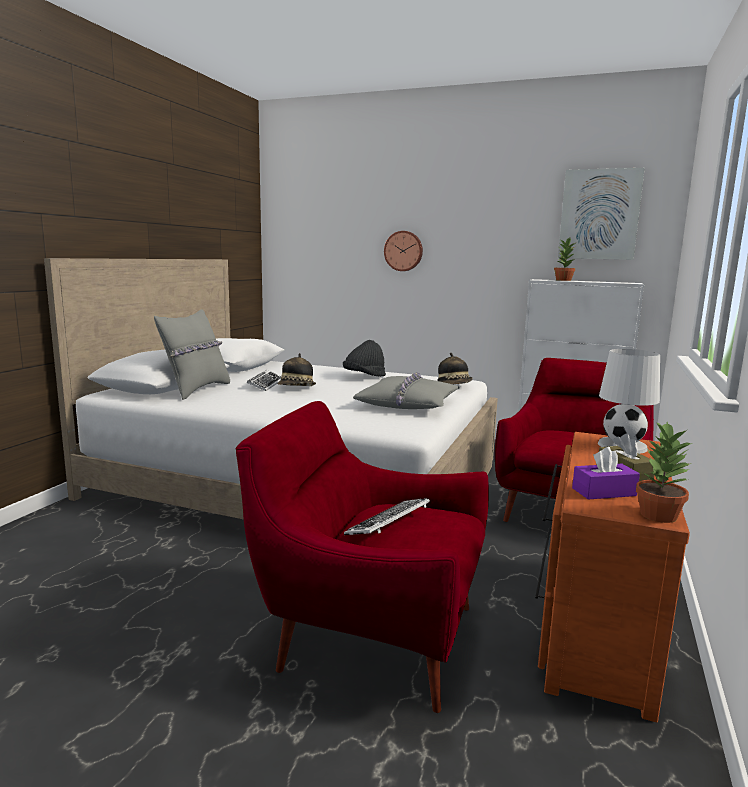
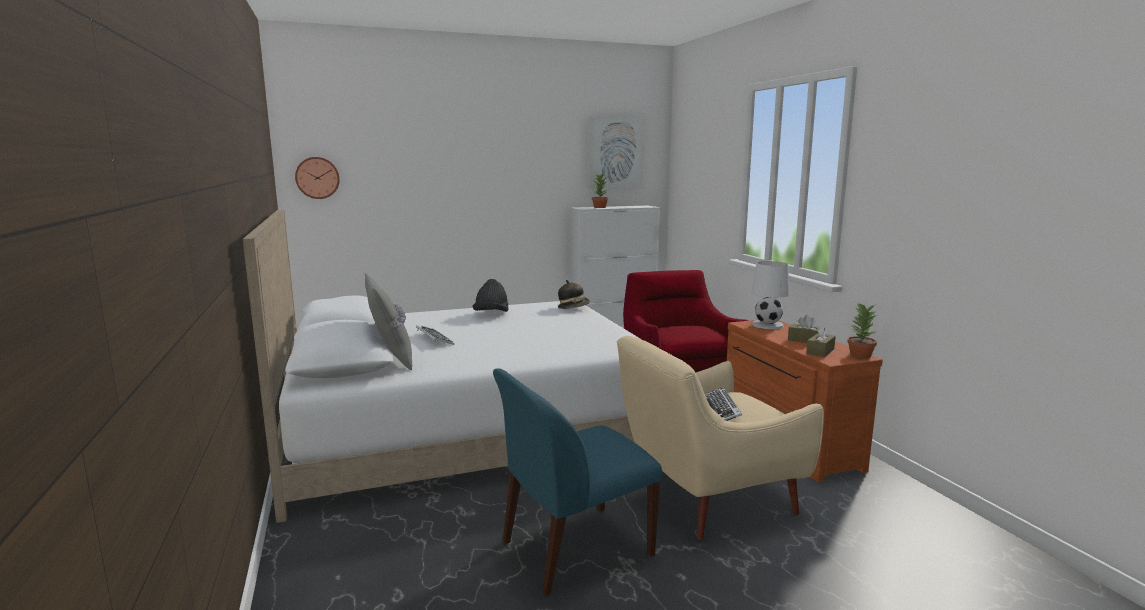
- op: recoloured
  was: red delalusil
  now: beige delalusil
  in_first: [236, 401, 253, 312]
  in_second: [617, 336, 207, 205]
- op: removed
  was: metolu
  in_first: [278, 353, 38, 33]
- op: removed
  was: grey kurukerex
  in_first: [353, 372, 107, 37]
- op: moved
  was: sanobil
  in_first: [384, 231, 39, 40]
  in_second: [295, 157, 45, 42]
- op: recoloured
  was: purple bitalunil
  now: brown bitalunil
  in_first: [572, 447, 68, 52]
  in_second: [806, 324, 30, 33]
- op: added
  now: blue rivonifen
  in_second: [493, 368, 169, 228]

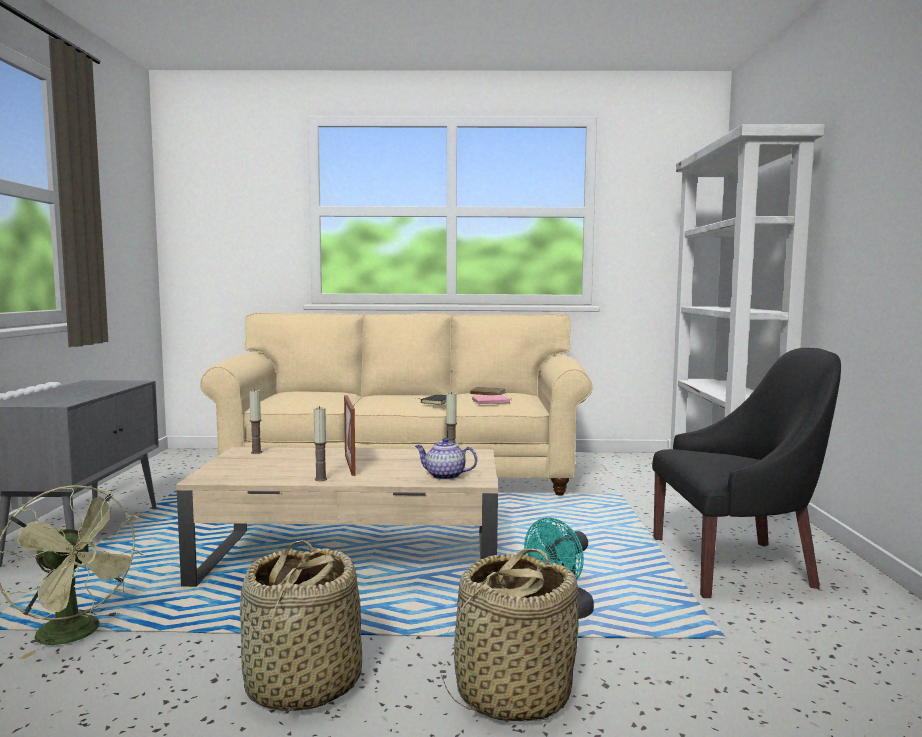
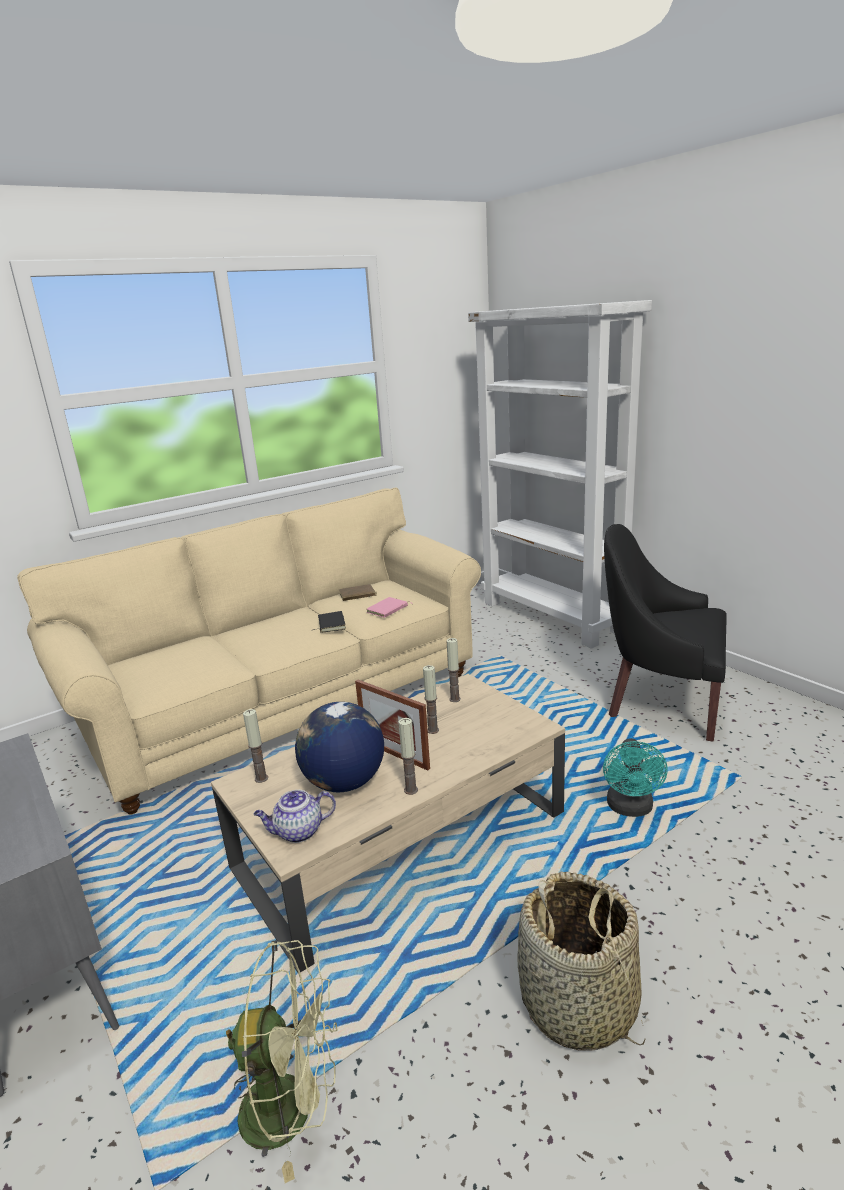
- op: moved
  was: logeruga
  in_first: [415, 438, 62, 42]
  in_second: [254, 790, 82, 53]
- op: removed
  was: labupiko
  in_first: [441, 549, 138, 172]
- op: turned
  was: black delalusil
  in_first: [652, 348, 189, 250]
  in_second: [604, 524, 123, 218]
  clockwise: -120
- op: added
  now: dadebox
  in_second: [295, 702, 89, 90]
- op: added
  now: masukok
  in_second: [423, 665, 16, 69]

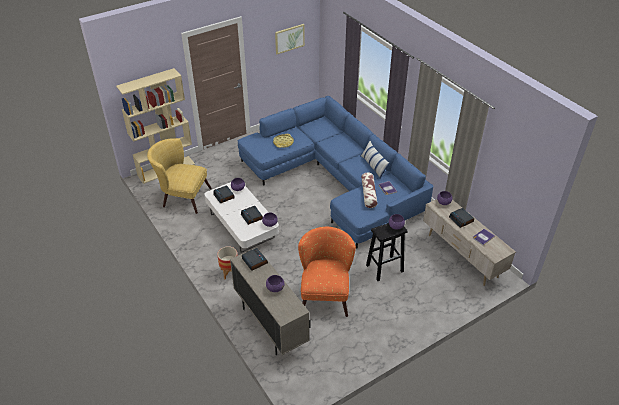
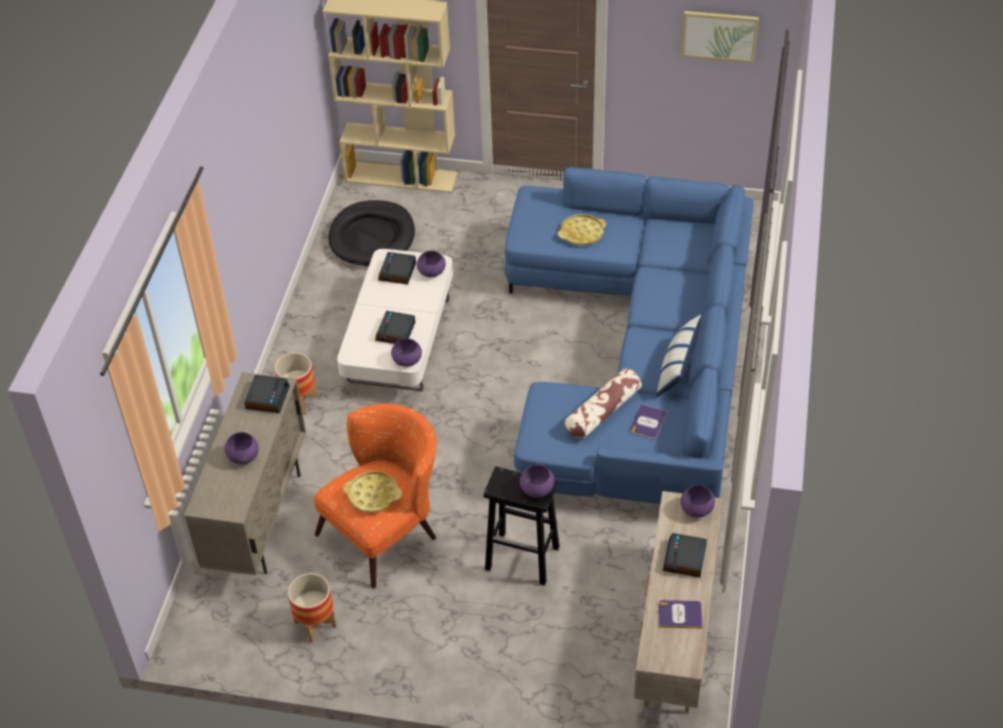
- op: replaced
  was: yellow delalusil
  now: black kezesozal
  in_first: [147, 138, 64, 76]
  in_second: [328, 200, 87, 66]
- op: added
  now: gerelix
  in_second: [288, 573, 49, 70]
- op: added
  now: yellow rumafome
  in_second: [343, 471, 59, 42]

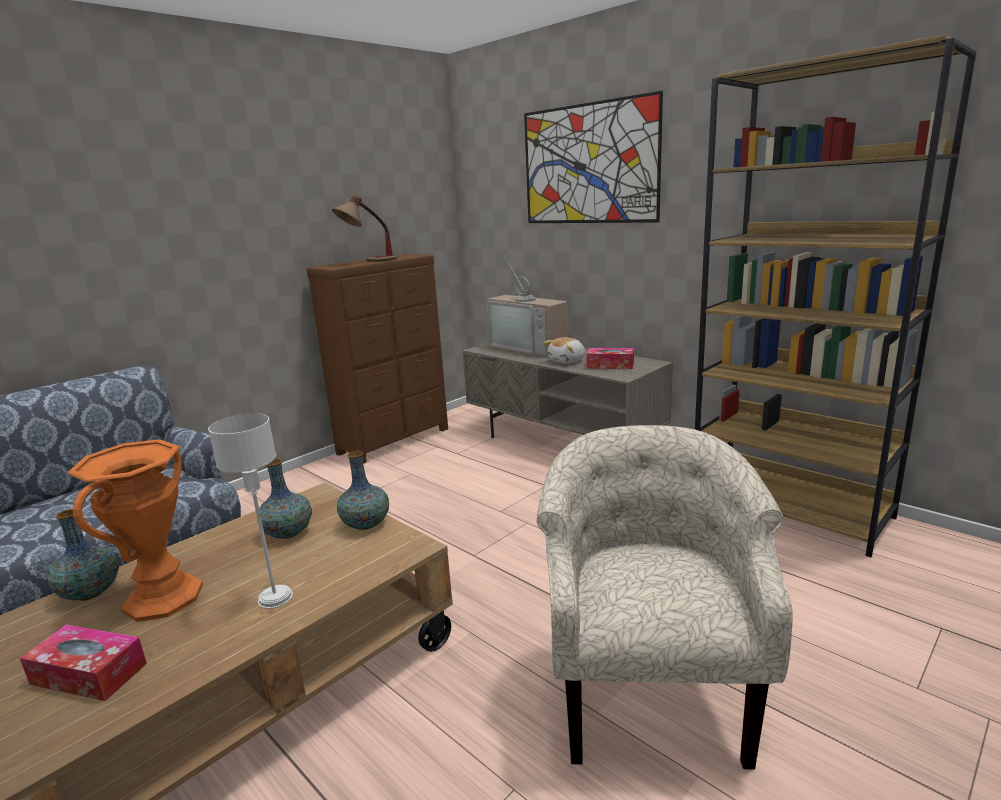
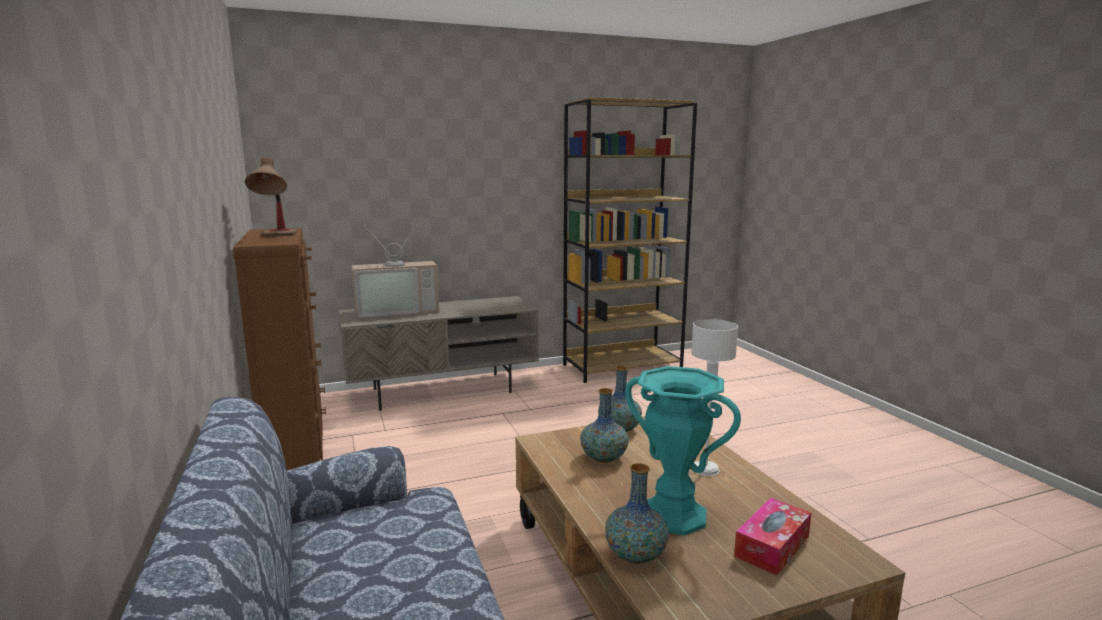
- op: recoloured
  was: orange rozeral
  now: turquoise rozeral
  in_first: [67, 439, 136, 183]
  in_second: [625, 366, 116, 169]
- op: removed
  was: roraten
  in_first: [524, 91, 139, 132]
- op: removed
  was: beige delalusil
  in_first: [536, 425, 257, 345]
- op: removed
  was: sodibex
  in_first: [543, 337, 42, 27]
- op: removed
  was: bitalunil
  in_first: [586, 348, 48, 21]

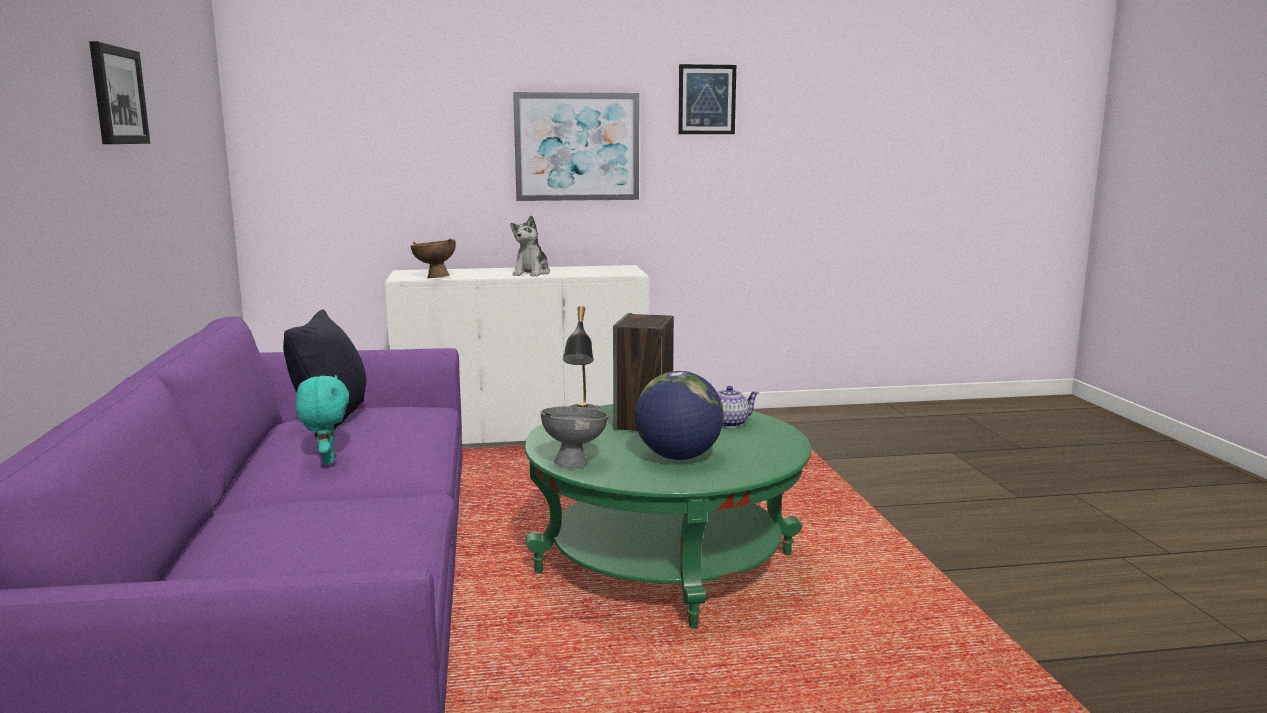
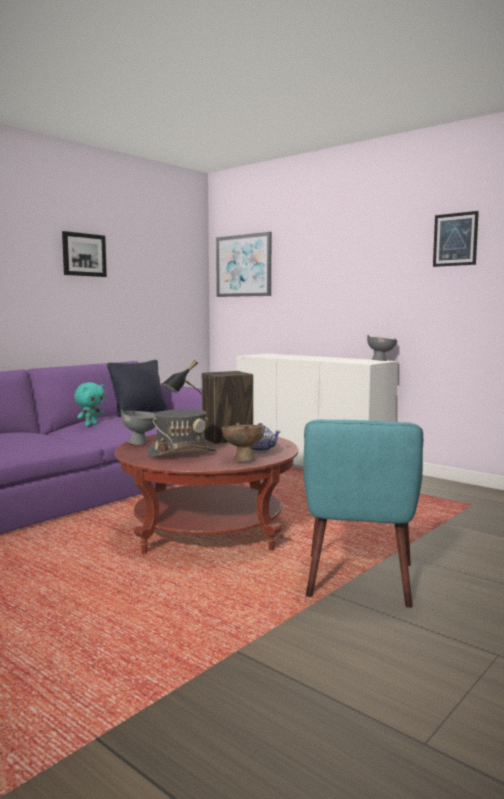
- op: moved
  was: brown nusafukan
  in_first: [411, 239, 45, 39]
  in_second: [222, 423, 43, 38]
- op: removed
  was: sodibex
  in_first: [510, 215, 40, 62]
- op: moved
  was: roraten
  in_first: [513, 92, 126, 109]
  in_second: [216, 232, 55, 65]
- op: recoloured
  was: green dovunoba
  now: red dovunoba
  in_first: [525, 404, 286, 225]
  in_second: [115, 434, 183, 120]
- op: replaced
  was: dadebox
  now: grey metolu
  in_first: [635, 371, 89, 89]
  in_second: [146, 409, 70, 48]
- op: added
  now: turquoise delalusil
  in_second: [303, 419, 120, 189]
- op: added
  now: grey nusafukan
  in_second: [367, 335, 30, 26]

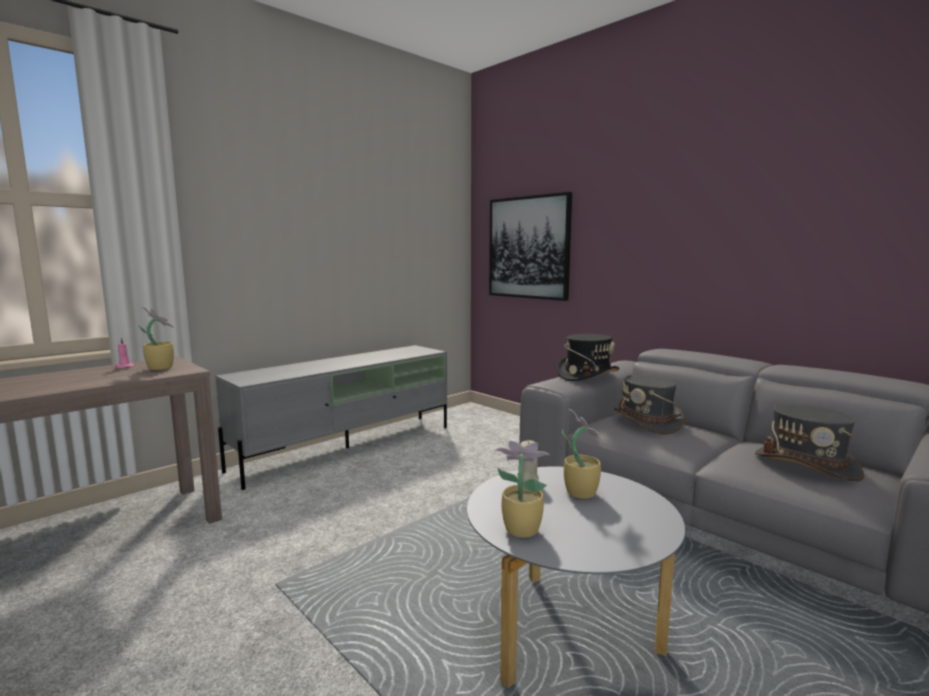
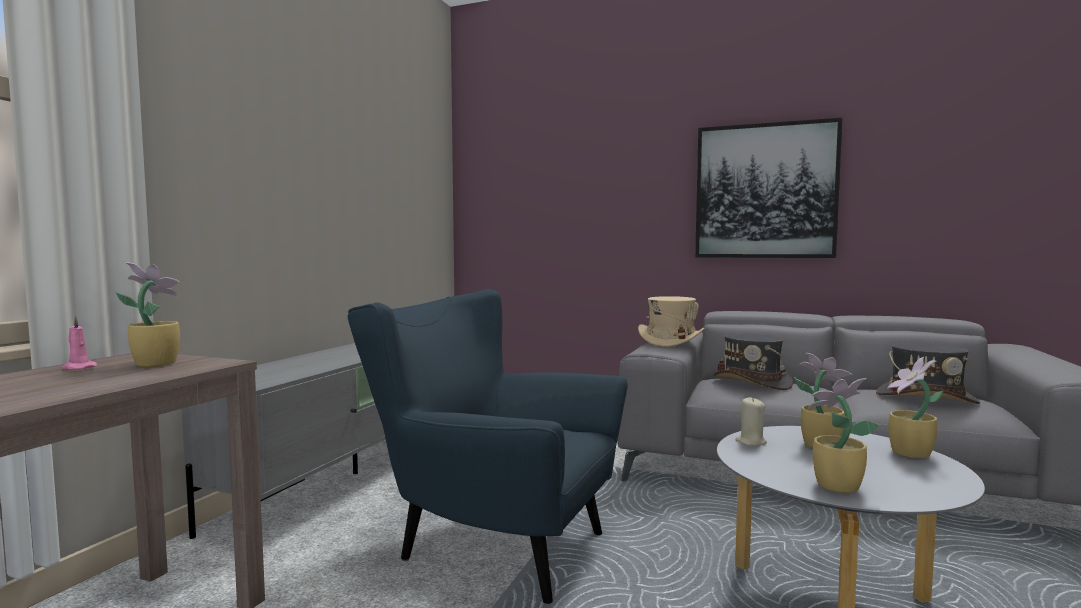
- op: moved
  was: roraten
  in_first: [489, 192, 83, 109]
  in_second: [695, 118, 147, 140]
- op: recoloured
  was: black metolu
  now: beige metolu
  in_first: [557, 334, 62, 47]
  in_second: [638, 296, 67, 51]
- op: added
  now: blue delalusil
  in_second: [348, 289, 280, 315]
- op: added
  now: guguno
  in_second: [887, 357, 57, 102]

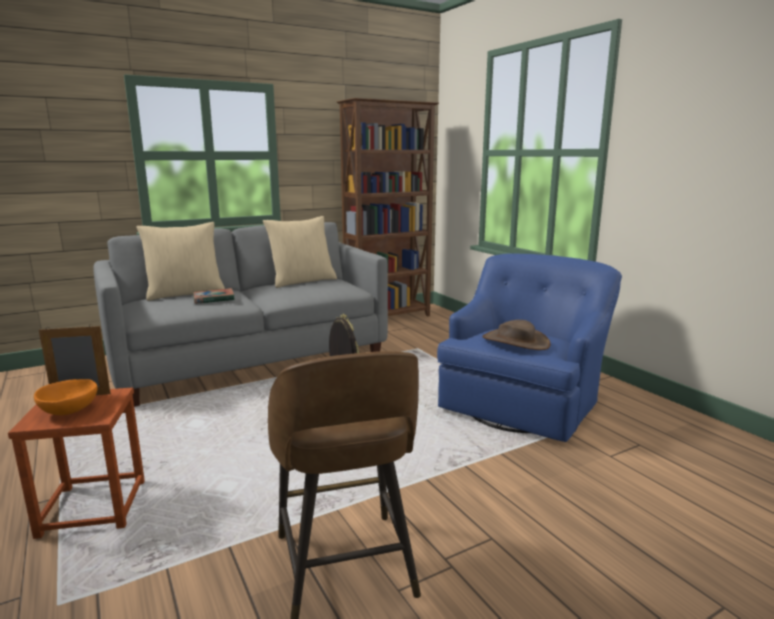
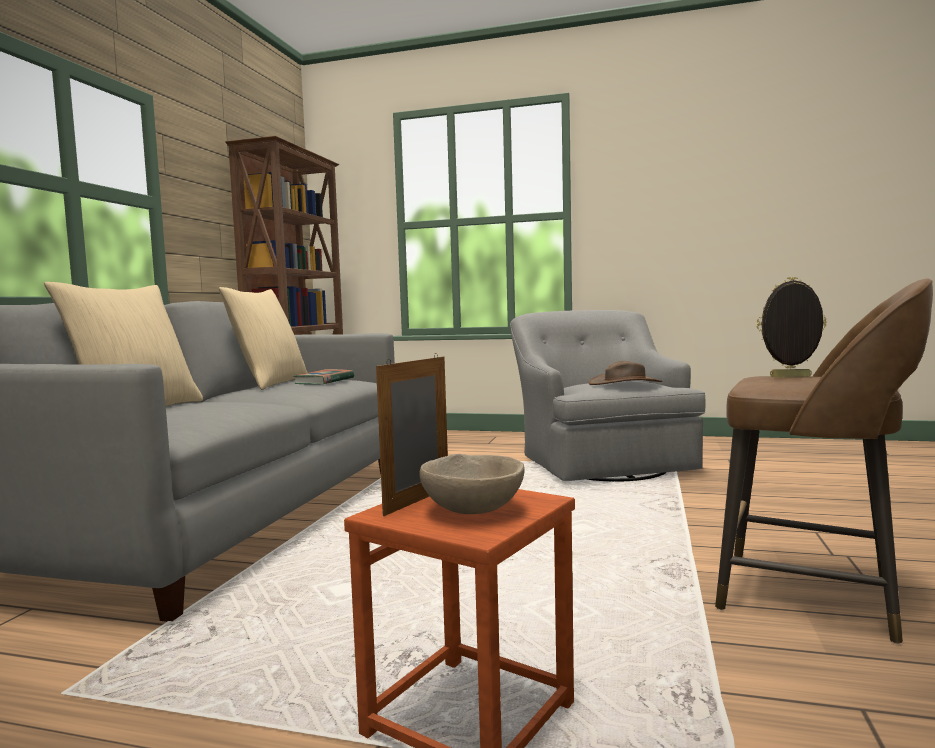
- op: recoloured
  was: orange nusafukan
  now: beige nusafukan
  in_first: [34, 379, 63, 36]
  in_second: [420, 454, 105, 60]
- op: moved
  was: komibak
  in_first: [193, 288, 42, 16]
  in_second: [293, 369, 61, 16]
- op: recoloured
  was: blue delalusil
  now: grey delalusil
  in_first: [437, 254, 185, 188]
  in_second: [510, 310, 196, 172]

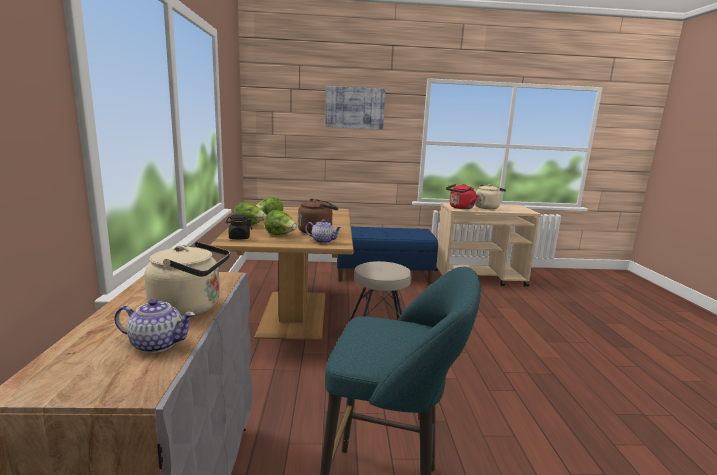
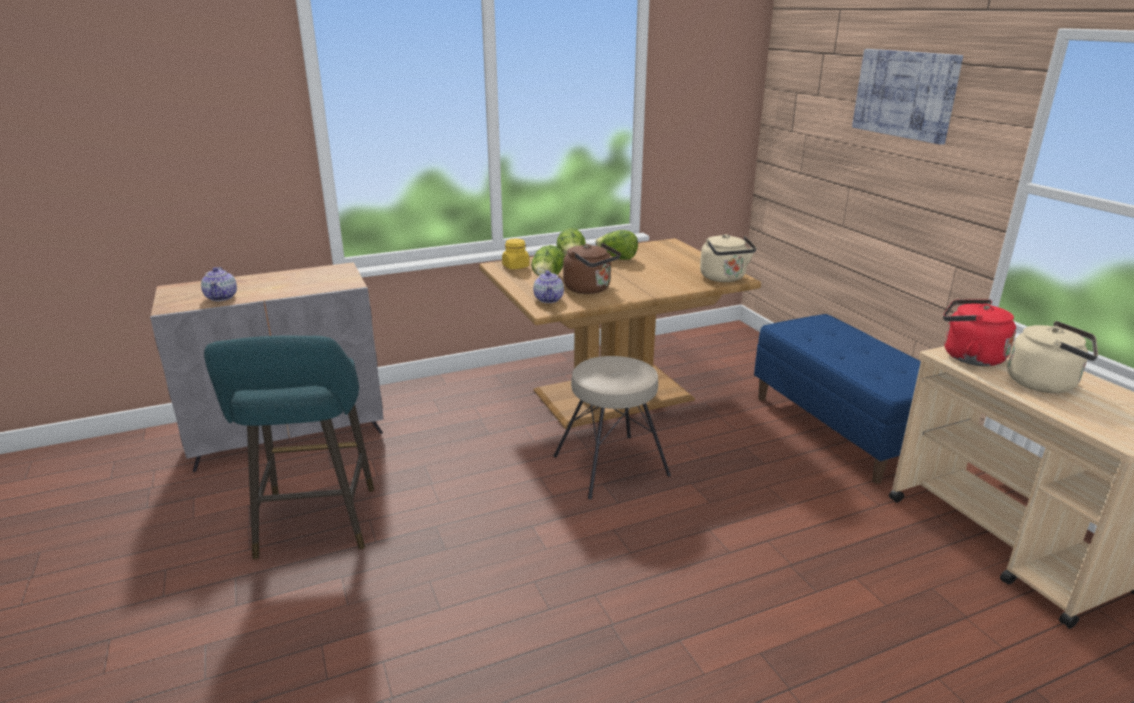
- op: moved
  was: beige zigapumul
  in_first: [145, 242, 85, 76]
  in_second: [700, 234, 56, 48]
- op: recoloured
  was: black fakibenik
  now: yellow fakibenik
  in_first: [225, 214, 27, 26]
  in_second: [502, 239, 28, 30]

